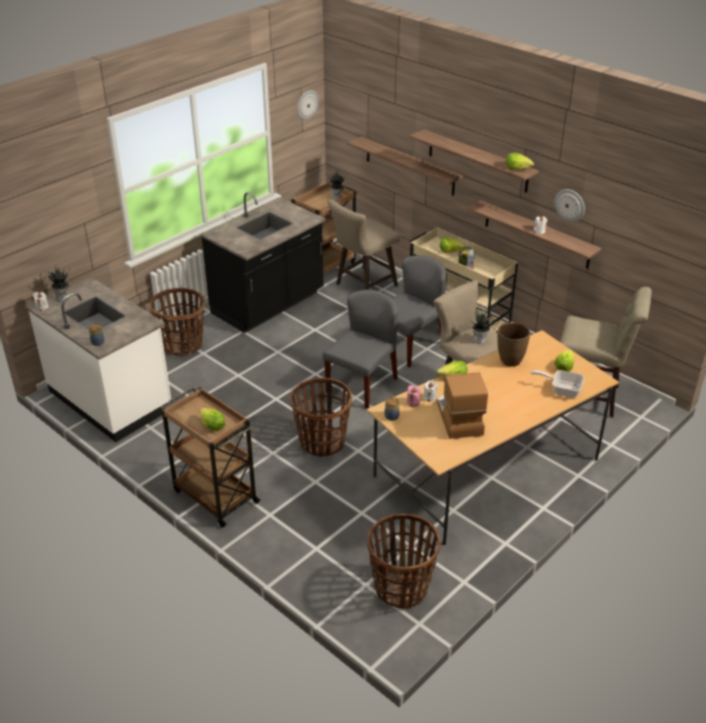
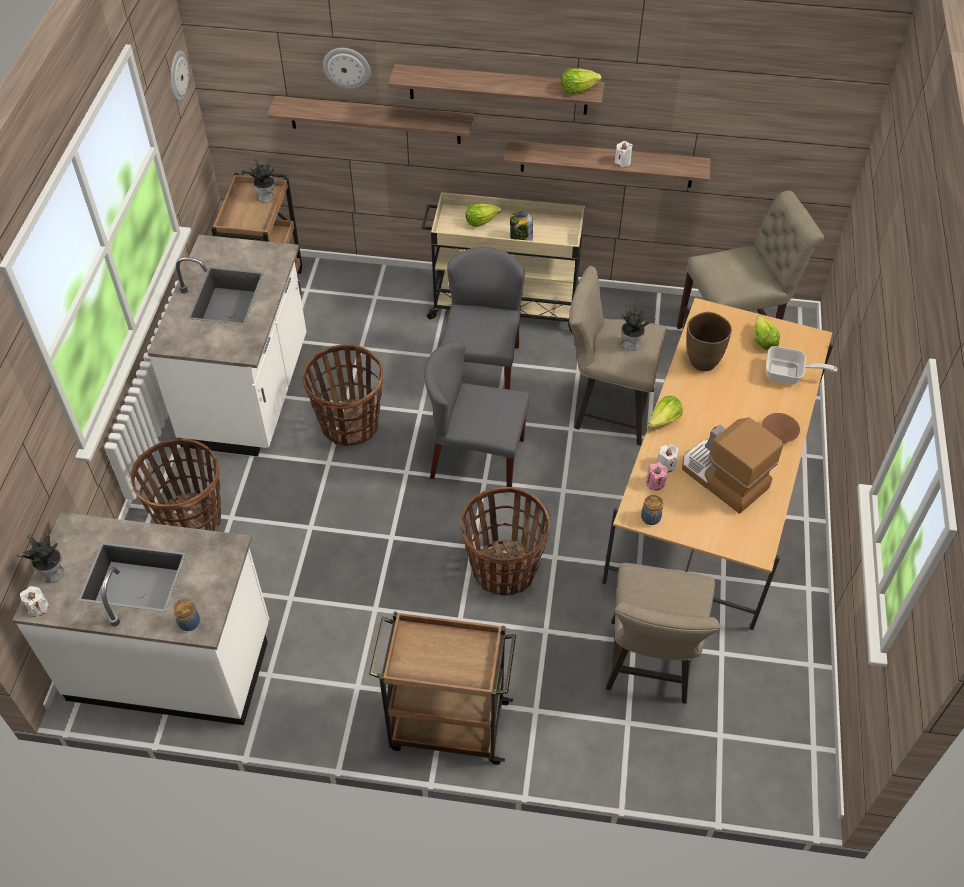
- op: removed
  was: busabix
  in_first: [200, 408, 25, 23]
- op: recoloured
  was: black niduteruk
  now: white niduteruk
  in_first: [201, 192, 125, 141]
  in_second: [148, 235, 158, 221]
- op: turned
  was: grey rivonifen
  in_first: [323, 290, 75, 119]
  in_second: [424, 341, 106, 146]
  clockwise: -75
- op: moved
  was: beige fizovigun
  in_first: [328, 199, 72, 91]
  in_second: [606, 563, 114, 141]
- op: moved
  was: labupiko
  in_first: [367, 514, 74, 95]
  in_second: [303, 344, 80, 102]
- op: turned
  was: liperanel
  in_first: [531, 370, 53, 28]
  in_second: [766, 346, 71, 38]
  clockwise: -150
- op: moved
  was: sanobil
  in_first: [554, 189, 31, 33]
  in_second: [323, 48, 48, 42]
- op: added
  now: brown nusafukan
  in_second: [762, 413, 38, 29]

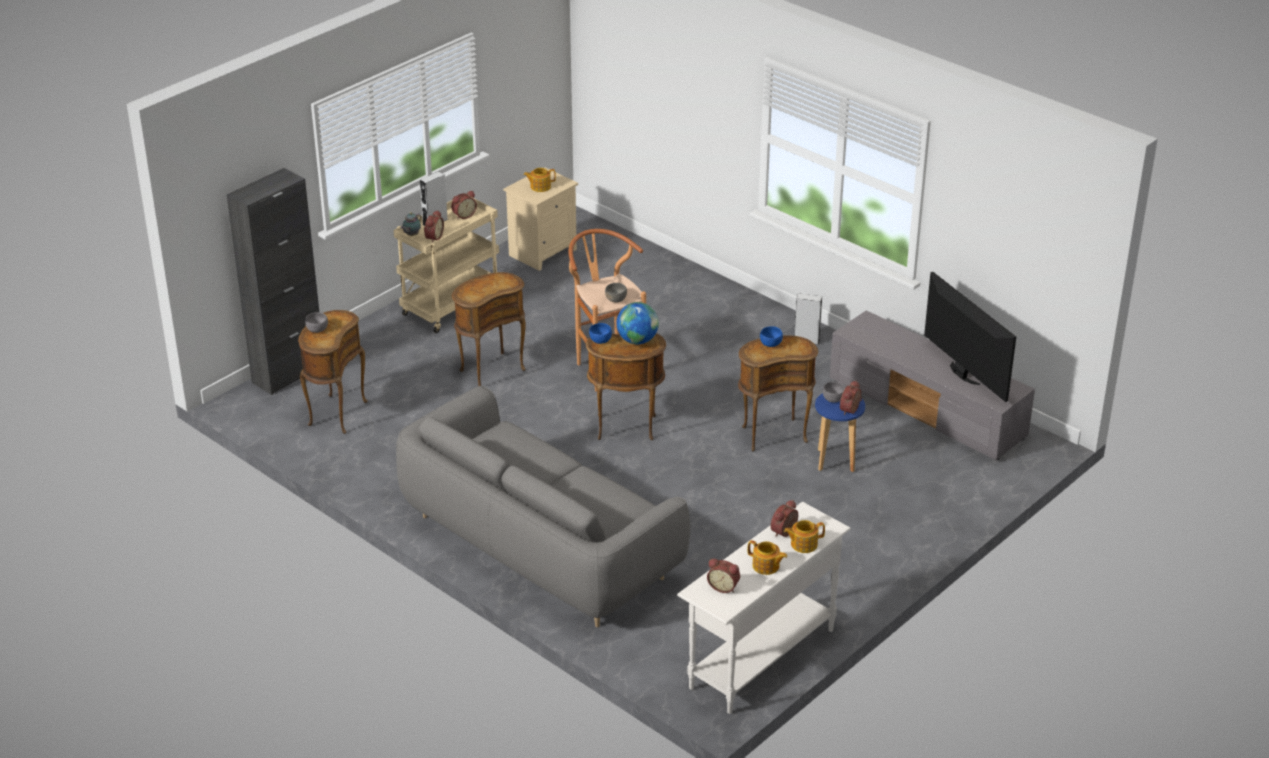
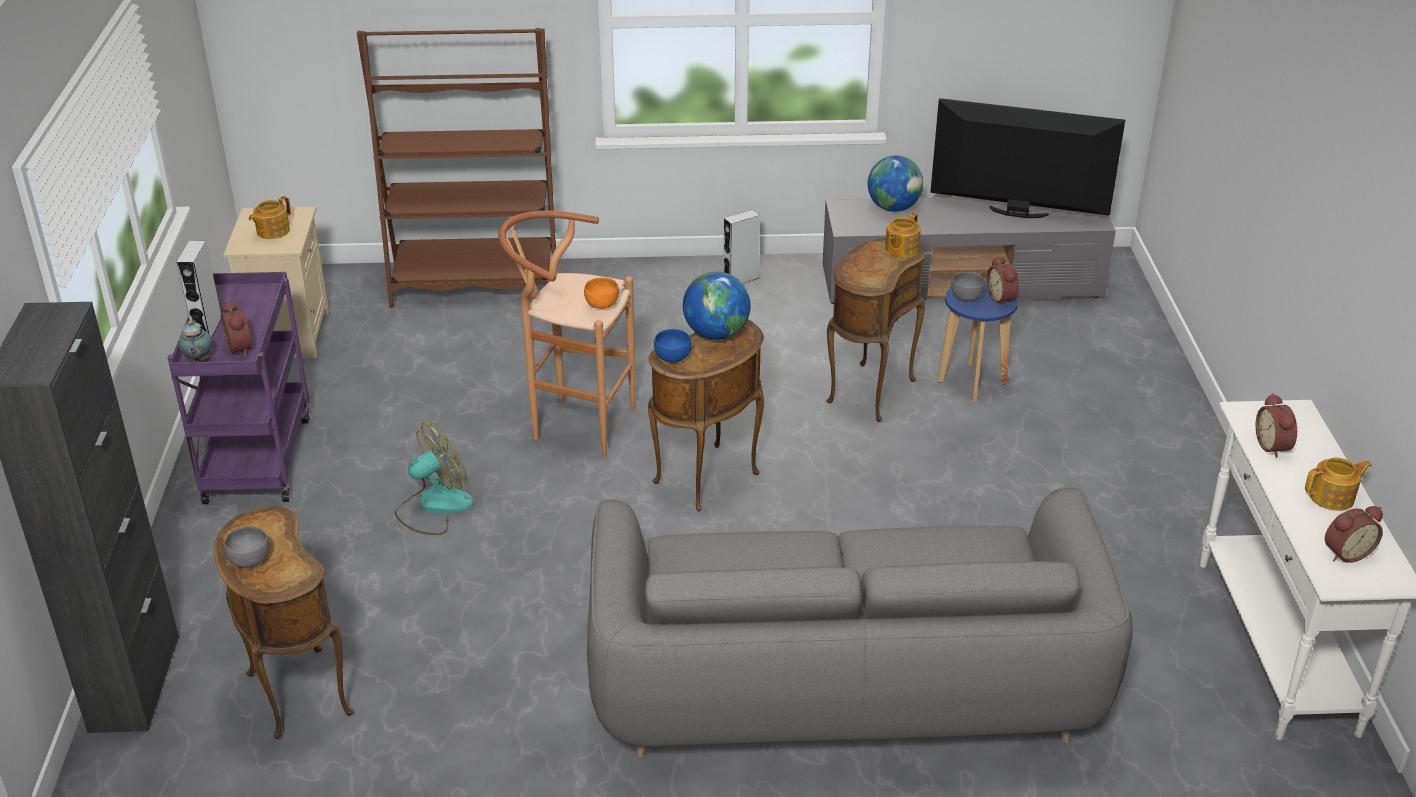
- op: recoloured
  was: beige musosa
  now: purple musosa
  in_first: [393, 198, 106, 135]
  in_second: [168, 272, 142, 232]
- op: removed
  was: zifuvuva
  in_first: [451, 191, 26, 29]
- op: replaced
  was: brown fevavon
  now: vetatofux
  in_first: [452, 272, 74, 114]
  in_second: [395, 423, 79, 112]
- op: recoloured
  was: grey nusafukan
  now: orange nusafukan
  in_first: [605, 283, 22, 20]
  in_second: [584, 277, 35, 32]
- op: removed
  was: blue nusafukan
  in_first: [760, 326, 23, 21]
- op: moved
  was: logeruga
  in_first: [784, 520, 41, 33]
  in_second: [885, 213, 36, 45]
- op: added
  now: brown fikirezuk
  in_second: [357, 28, 199, 280]
- op: added
  now: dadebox
  in_second: [868, 156, 55, 56]

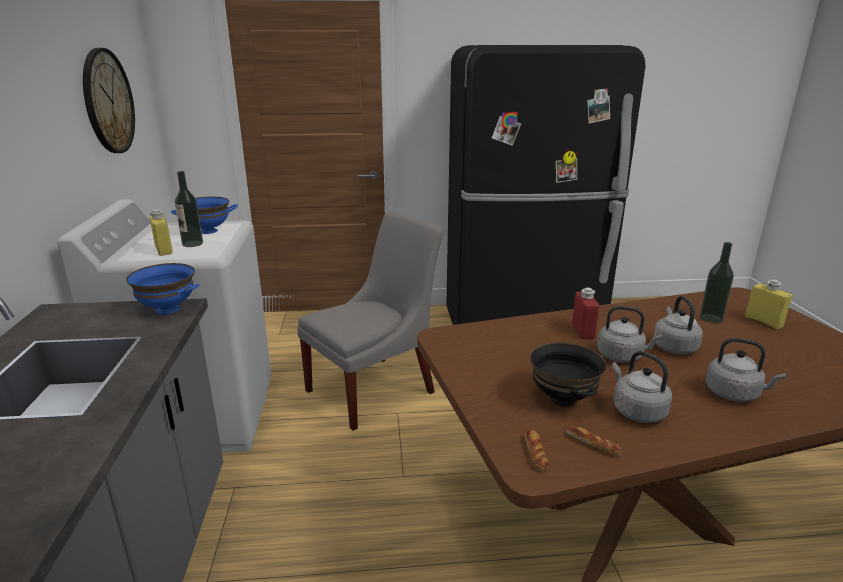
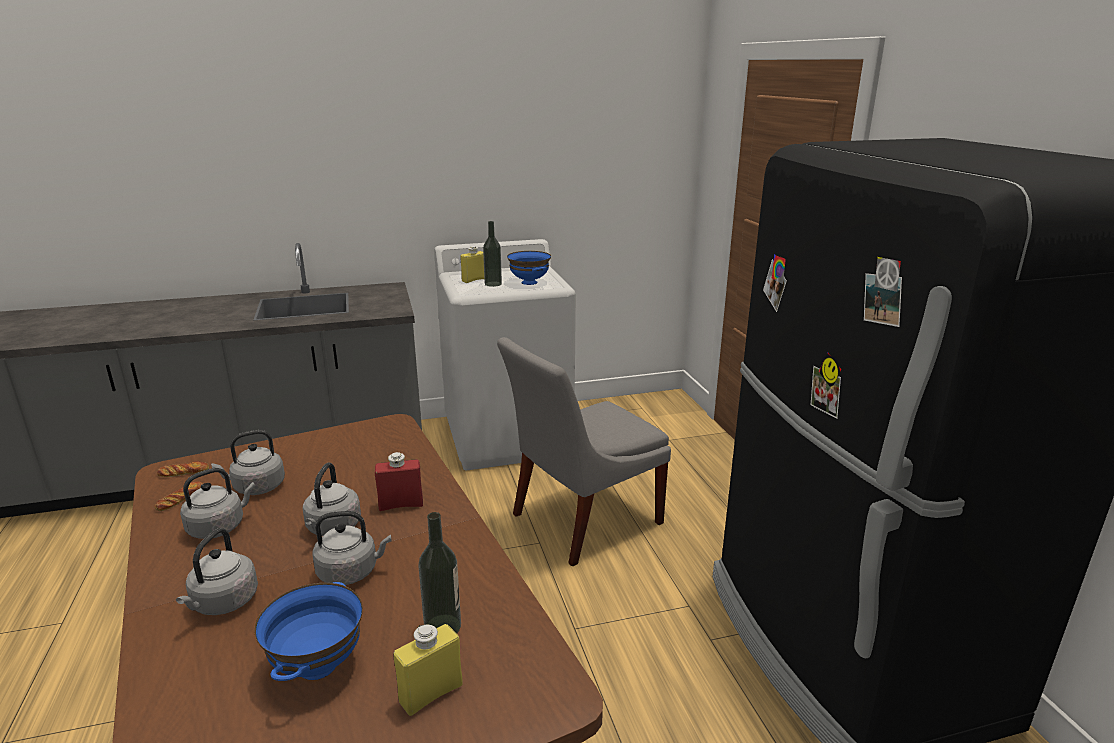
- op: removed
  was: sanobil
  in_first: [83, 48, 52, 105]
- op: moved
  was: blue nusafukan
  in_first: [126, 263, 73, 52]
  in_second: [254, 582, 109, 99]
- op: turned
  was: grey rivonifen
  in_first: [297, 211, 146, 220]
  in_second: [497, 337, 174, 229]
  clockwise: 105
- op: replaced
  was: black nusafukan
  now: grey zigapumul
  in_first: [530, 342, 76, 65]
  in_second: [211, 430, 74, 65]

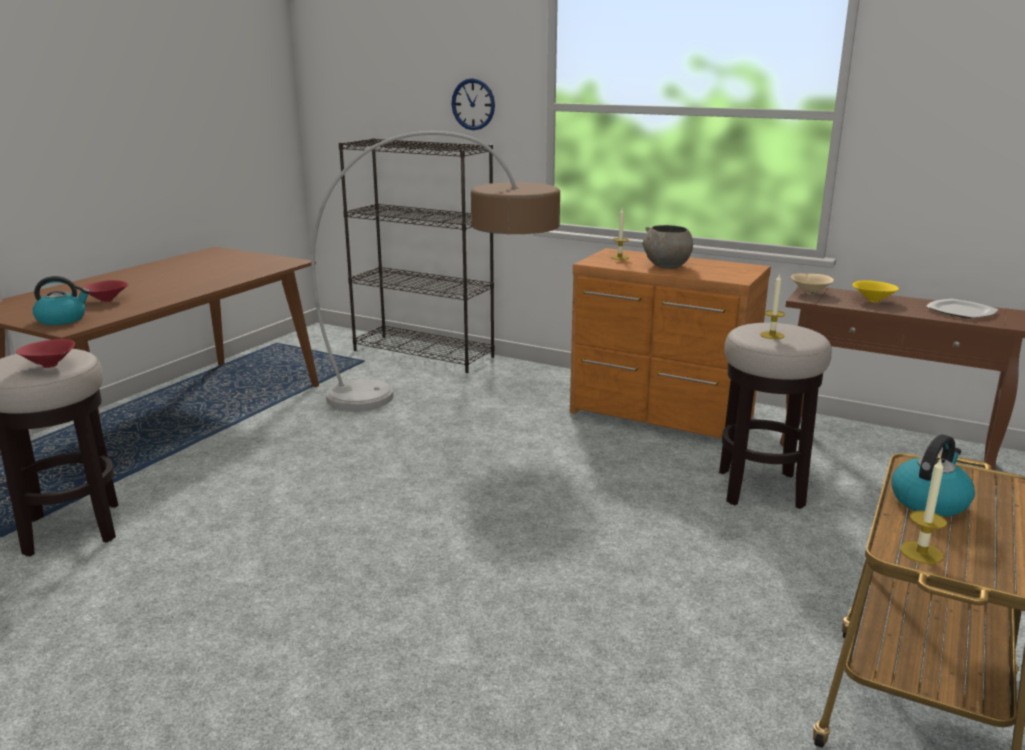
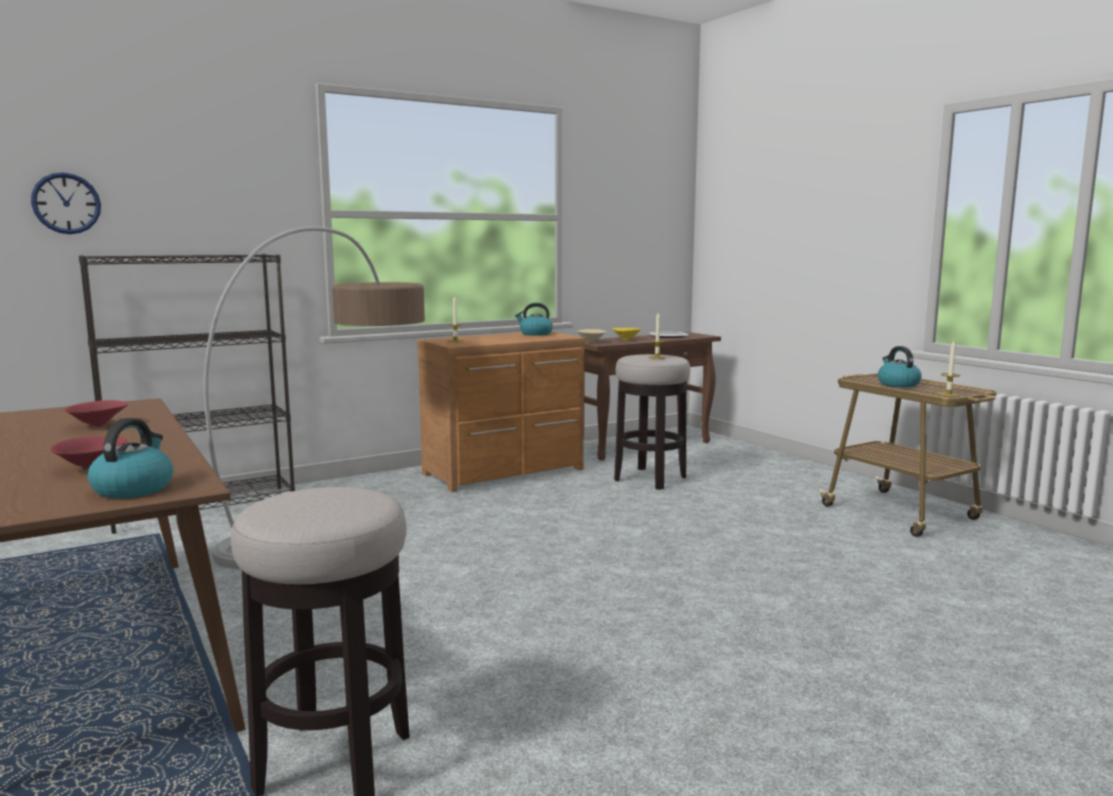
- op: moved
  was: red nusafukan
  in_first: [16, 339, 59, 29]
  in_second: [64, 400, 64, 28]
- op: moved
  was: sanobil
  in_first: [452, 78, 43, 52]
  in_second: [31, 172, 70, 62]
- op: removed
  was: grey nusafukan
  in_first: [642, 225, 51, 44]
- op: added
  now: zigapumul
  in_second: [515, 303, 38, 33]

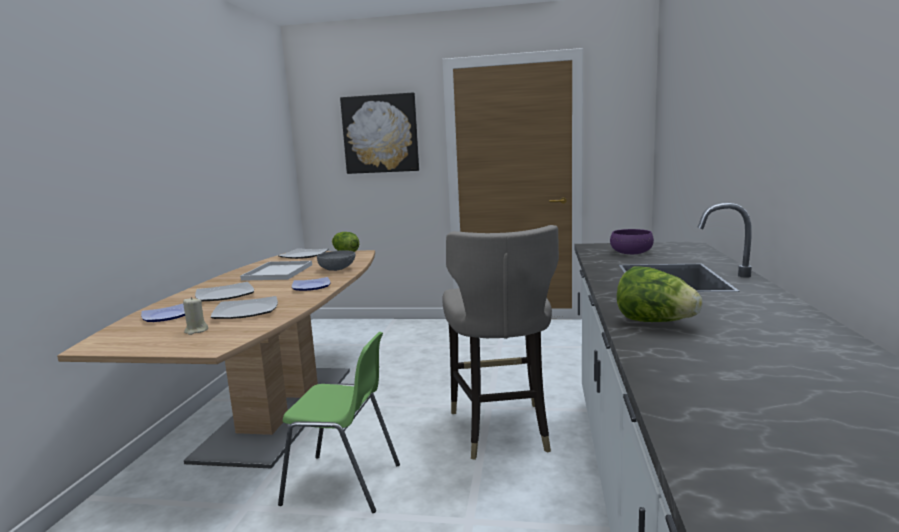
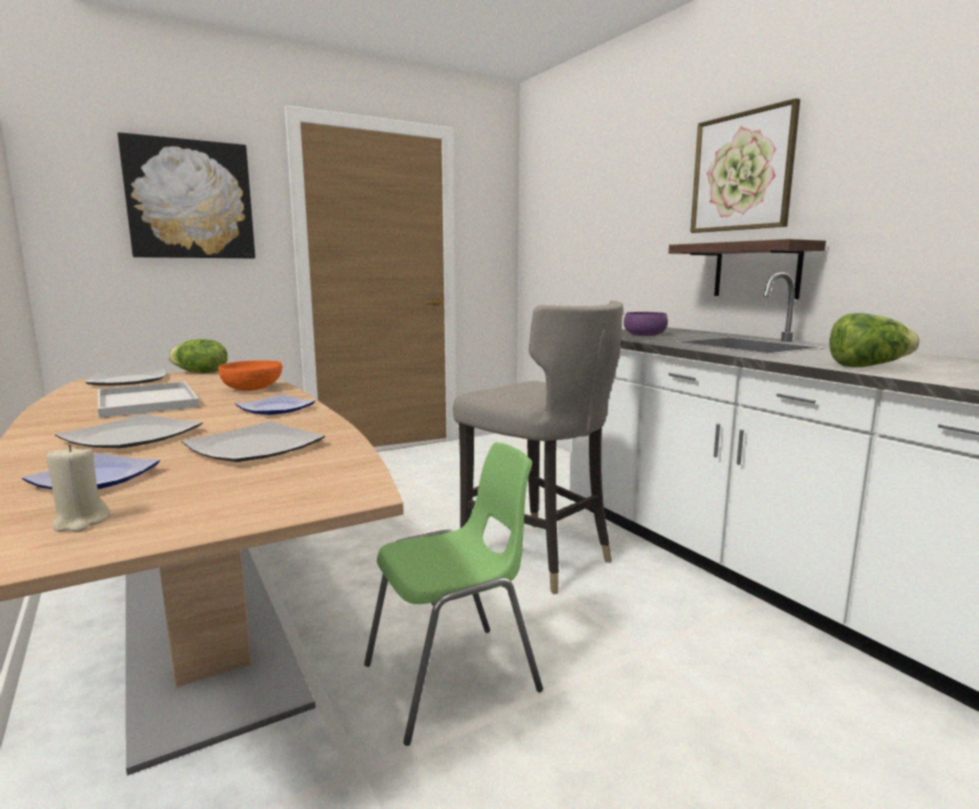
- op: moved
  was: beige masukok
  in_first: [183, 297, 25, 38]
  in_second: [46, 444, 64, 88]
- op: recoloured
  was: grey nusafukan
  now: orange nusafukan
  in_first: [317, 250, 38, 21]
  in_second: [218, 360, 64, 31]
- op: added
  now: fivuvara
  in_second: [669, 239, 157, 60]
- op: added
  now: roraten
  in_second: [690, 98, 110, 135]

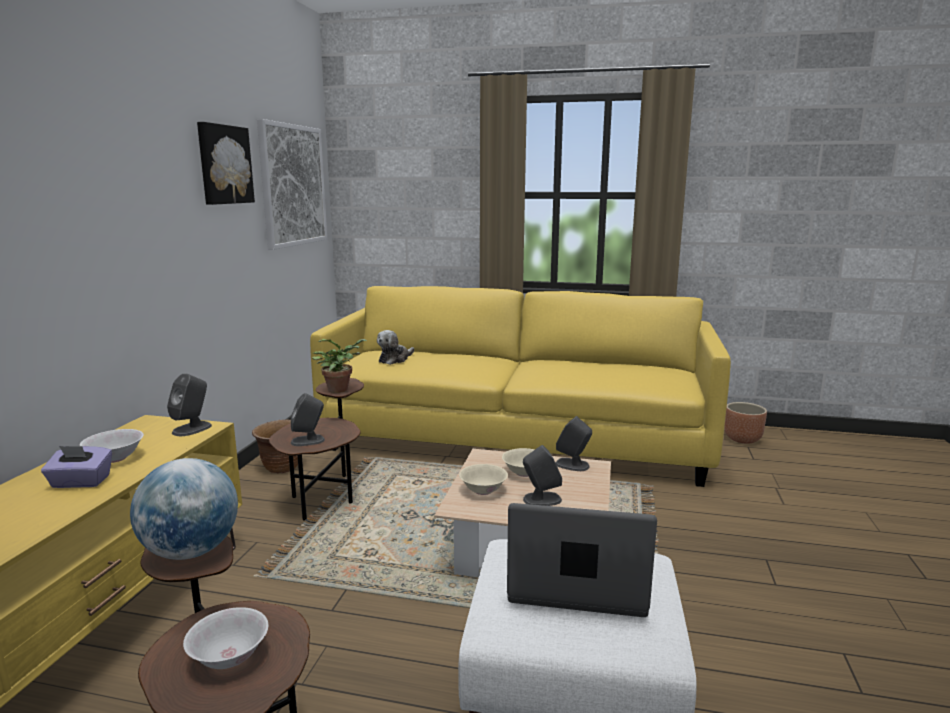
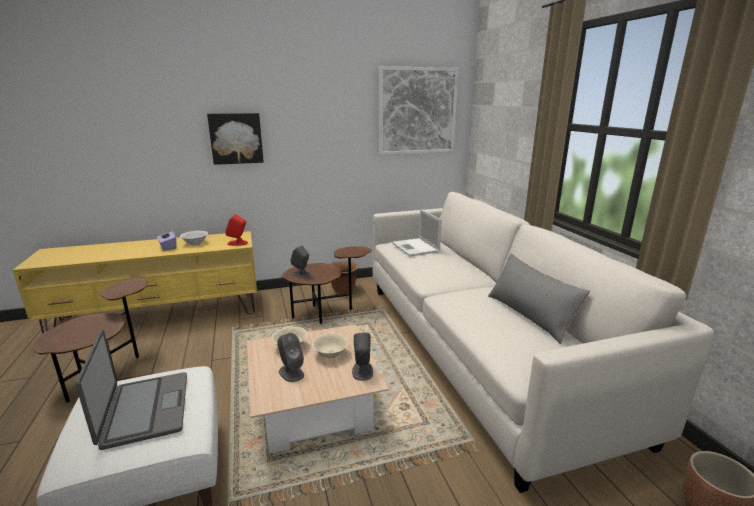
- op: removed
  was: dadebox
  in_first: [130, 458, 108, 102]
- op: recoloured
  was: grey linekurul
  now: red linekurul
  in_first: [167, 373, 45, 63]
  in_second: [225, 214, 23, 32]
- op: removed
  was: white nusafukan
  in_first: [183, 607, 85, 62]
- op: moved
  was: roraten
  in_first: [197, 122, 58, 83]
  in_second: [207, 113, 57, 52]
- op: recoloured
  was: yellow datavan
  now: white datavan
  in_first: [310, 286, 421, 201]
  in_second: [373, 192, 340, 301]
- op: removed
  was: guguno
  in_first: [312, 339, 55, 54]
- op: replaced
  was: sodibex
  now: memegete
  in_first: [377, 330, 37, 35]
  in_second: [392, 209, 50, 47]
- op: added
  now: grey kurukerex
  in_second: [488, 253, 102, 91]

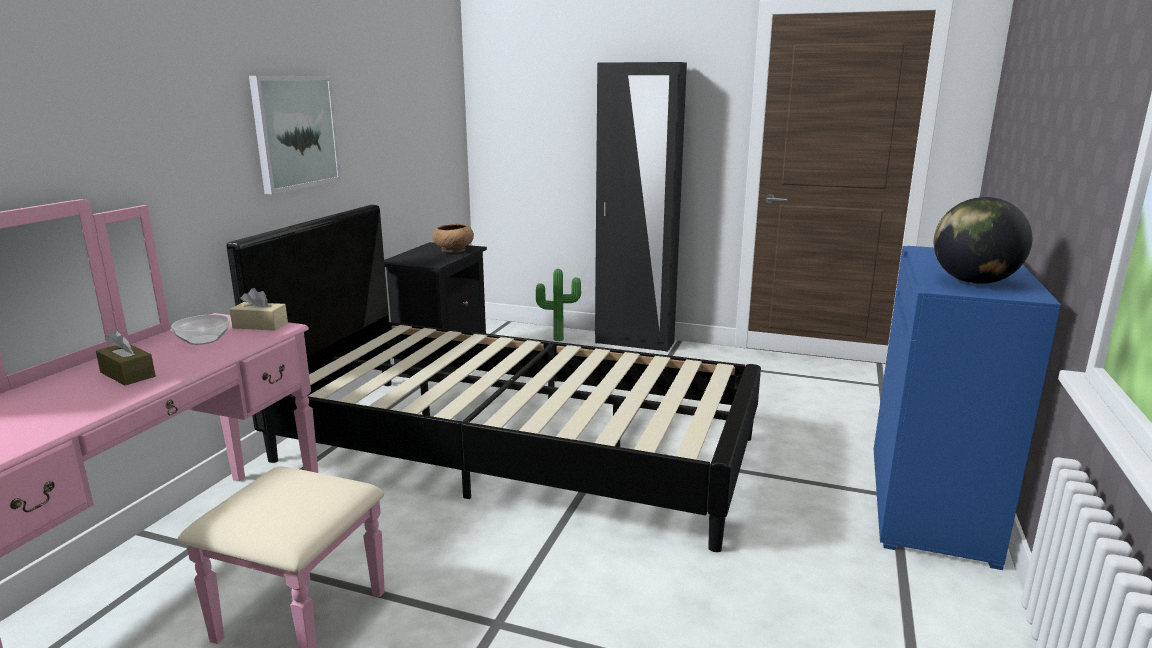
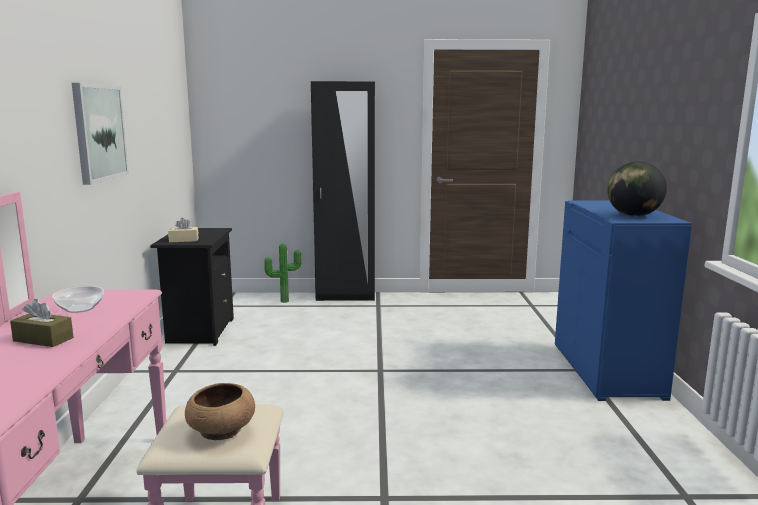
- op: removed
  was: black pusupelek
  in_first: [227, 205, 534, 347]
- op: moved
  was: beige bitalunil
  in_first: [229, 288, 59, 43]
  in_second: [168, 218, 31, 24]
- op: moved
  was: brown nusafukan
  in_first: [432, 224, 42, 29]
  in_second: [185, 383, 70, 57]

